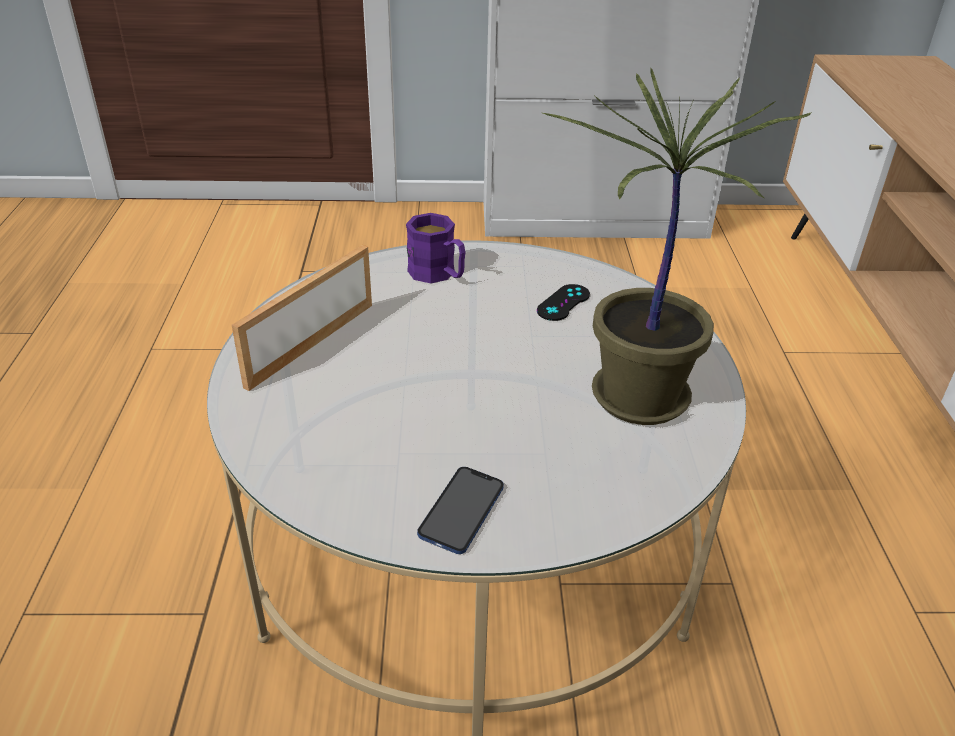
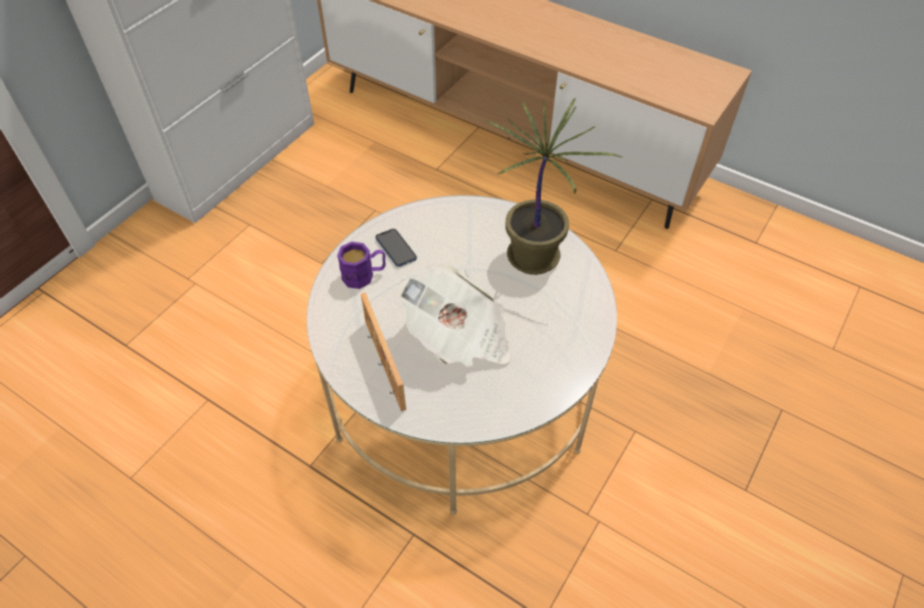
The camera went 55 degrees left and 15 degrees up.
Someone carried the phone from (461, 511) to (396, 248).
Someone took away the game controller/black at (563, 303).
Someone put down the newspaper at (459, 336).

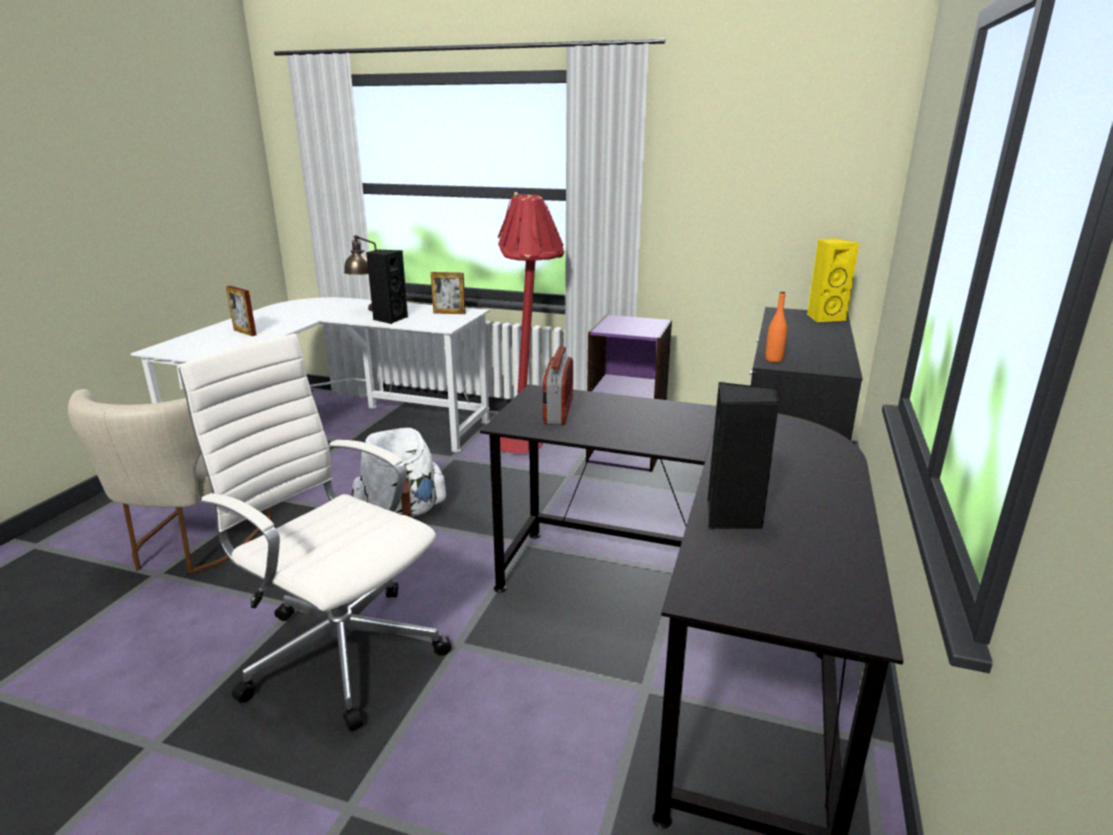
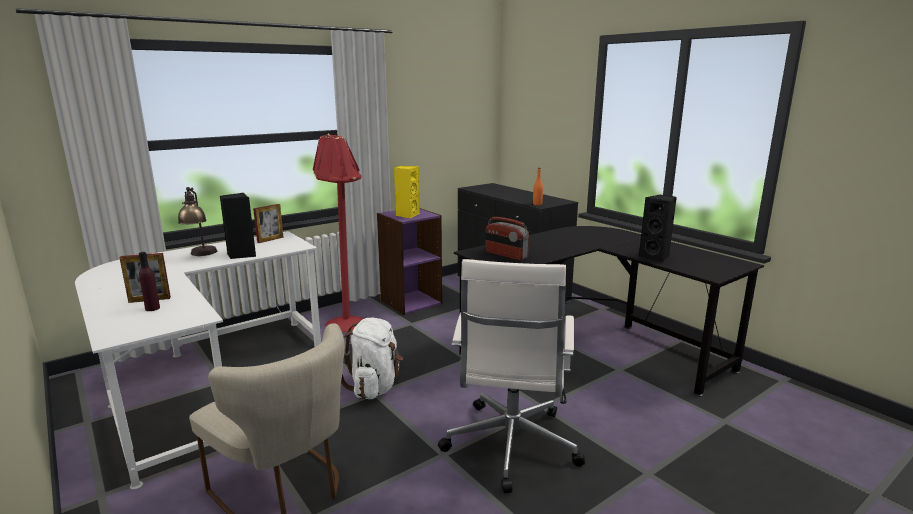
The camera went 55 degrees left and 5 degrees down.
Someone rotated the office chair/white at (340, 649) by 60 degrees counterclockwise.
Someone carried the speaker/yellow from (824, 318) to (407, 215).
Someone put down the bottle/purple at (152, 308).

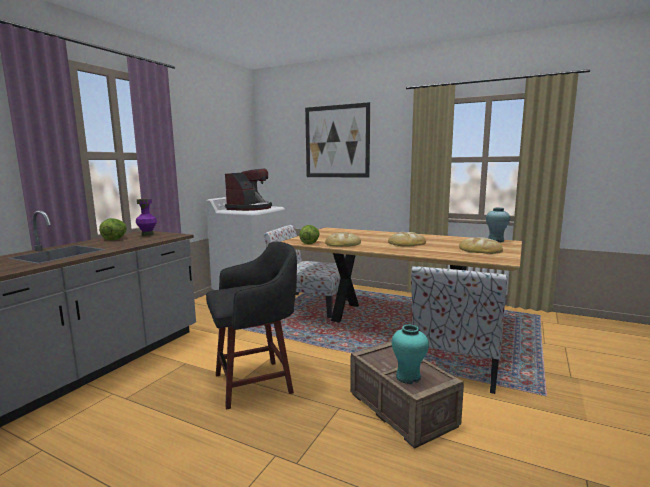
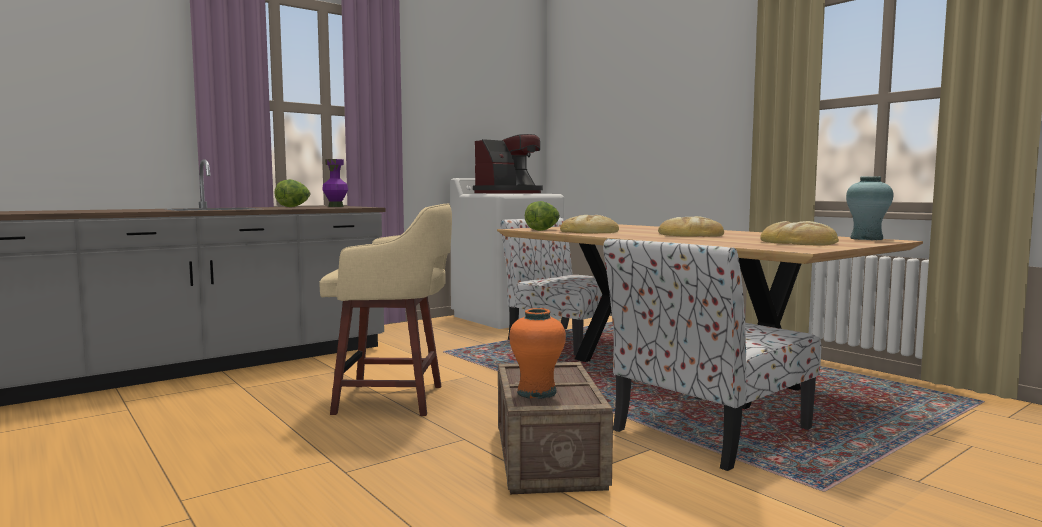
The camera went 25 degrees right and 5 degrees down.
Someone repainted the stool/black at (256, 382), which became the stool/beige at (394, 399).
Someone took away the picture at (336, 141).
Someone repainted the vase/turquoise at (408, 377), which became the vase/orange at (537, 392).

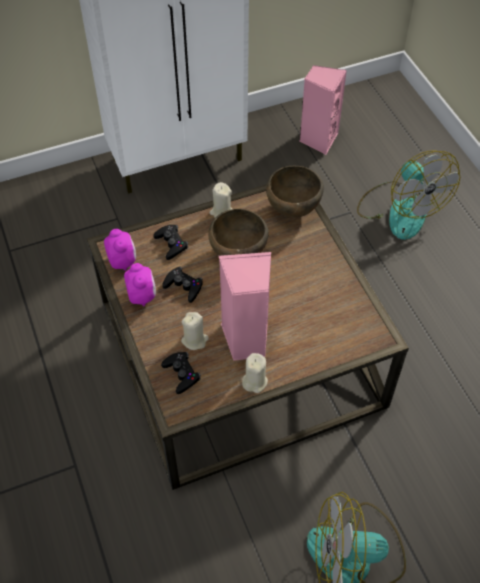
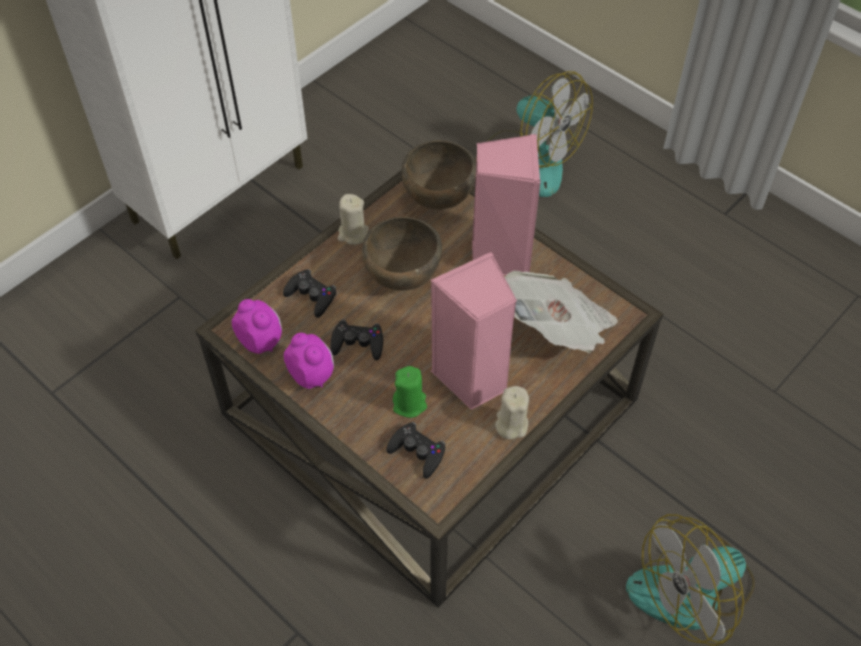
The camera went 25 degrees left and 0 degrees up.
Someone repainted the candle/beige at (195, 340), which became the candle/green at (409, 404).
Someone carried the speaker/pink from (318, 139) to (500, 255).
Someone put down the newspaper at (558, 328).

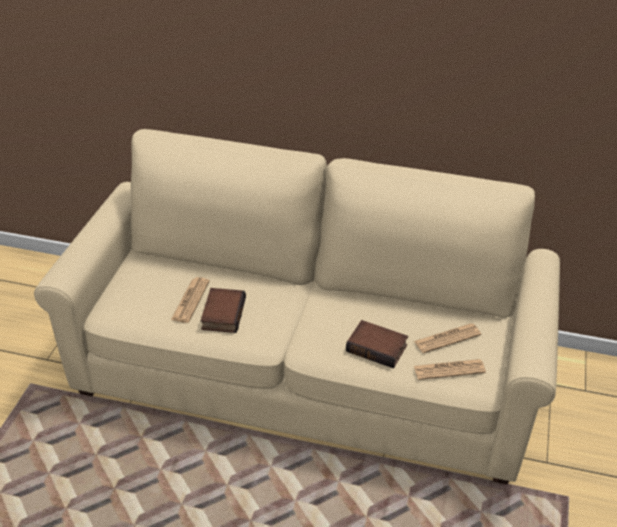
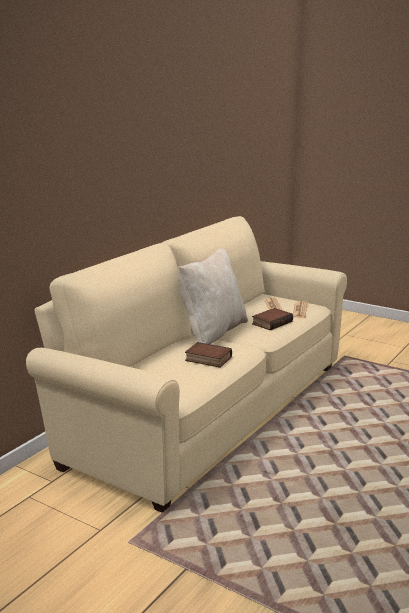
The camera went 70 degrees left and 20 degrees down.
Someone took away the newspaper at (190, 300).
Someone put down the pillow/beige at (212, 332).

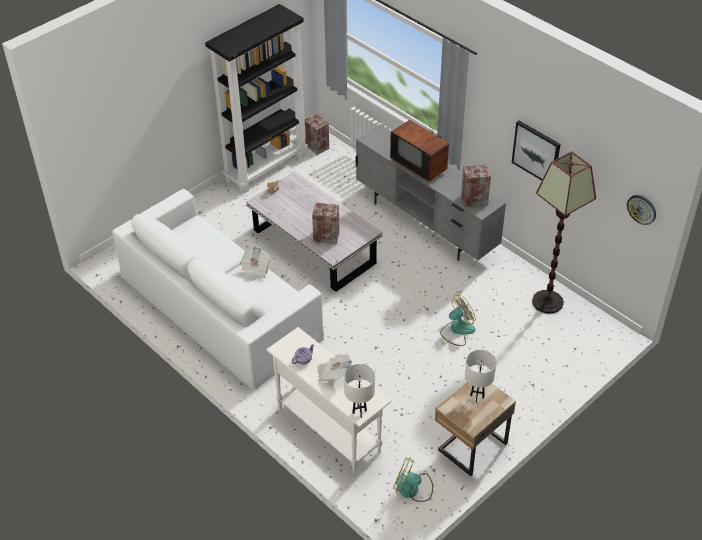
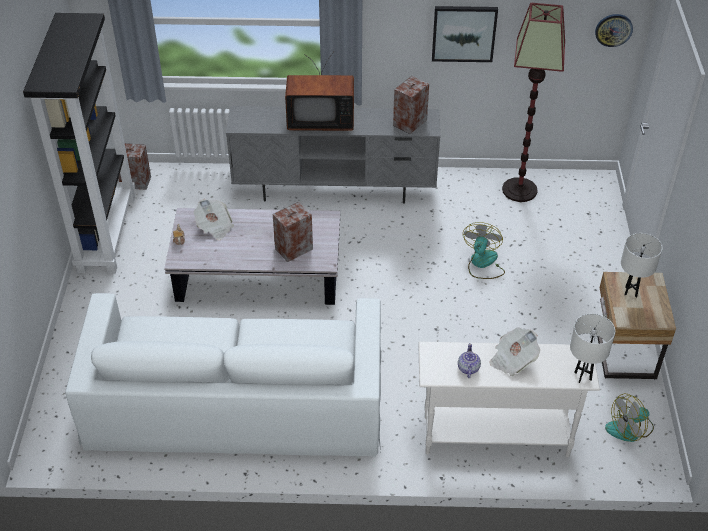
The camera went 45 degrees left and 0 degrees up.
Someone carried the newspaper from (255, 270) to (214, 227).

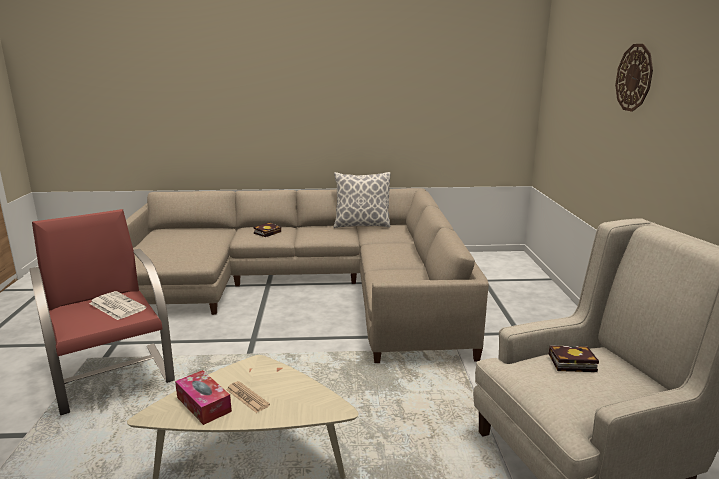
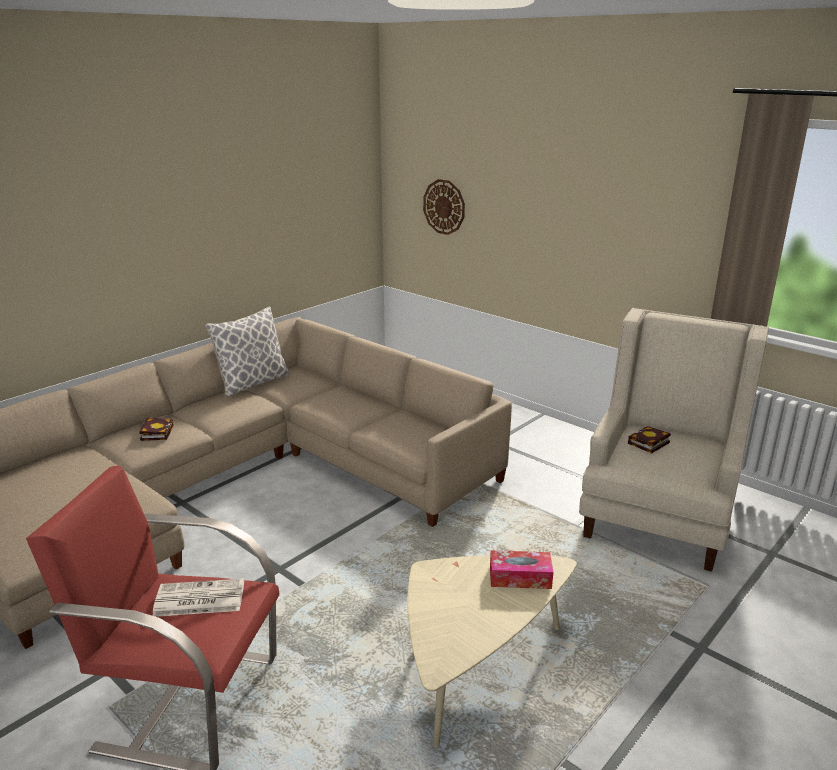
The camera went 45 degrees left and 5 degrees up.
Someone carried the tissue box from (203, 404) to (520, 577).
Someone took away the newspaper at (247, 397).
Someone carried the wall clock from (634, 77) to (444, 207).

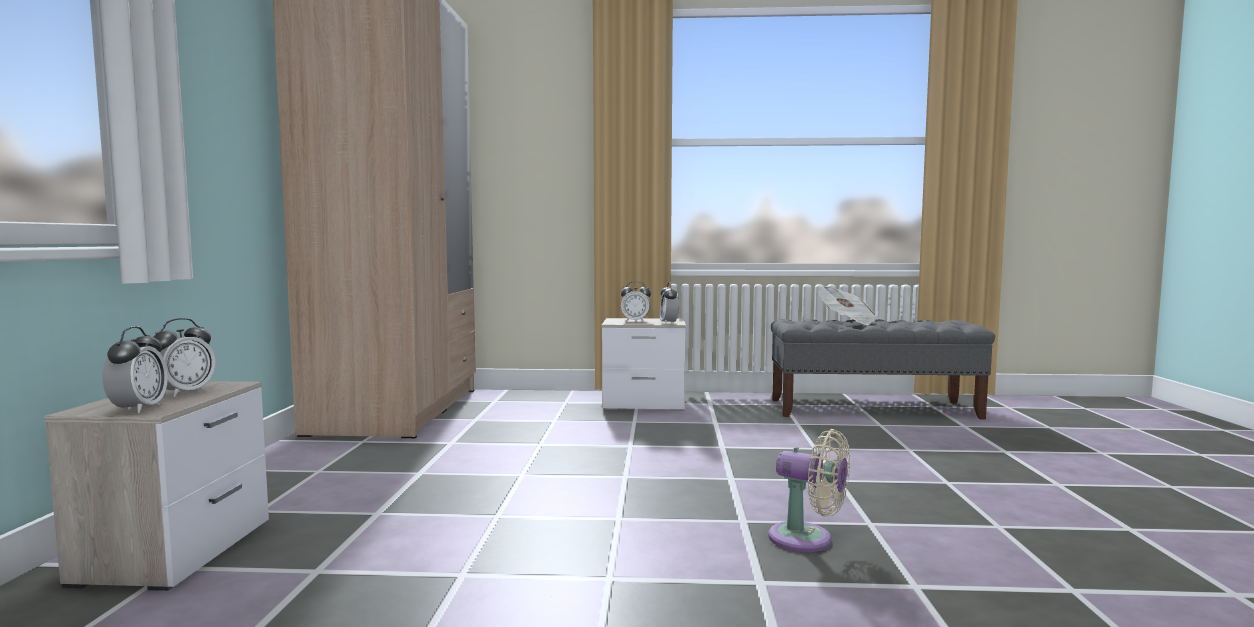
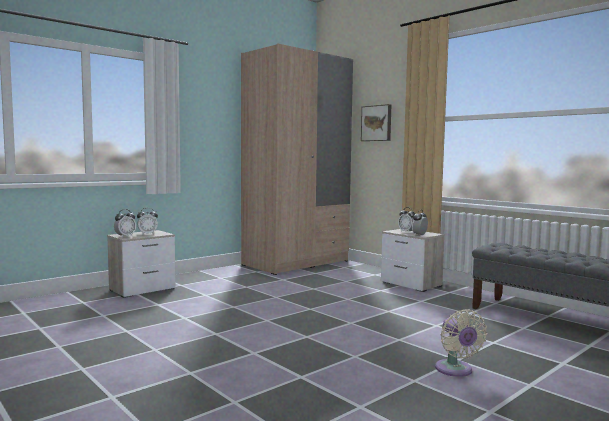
The camera went 45 degrees right and 0 degrees up.
Someone carried the fan/beige from (807, 540) to (455, 370).
Someone took away the newspaper at (848, 321).
Someone put up the picture at (377, 123).

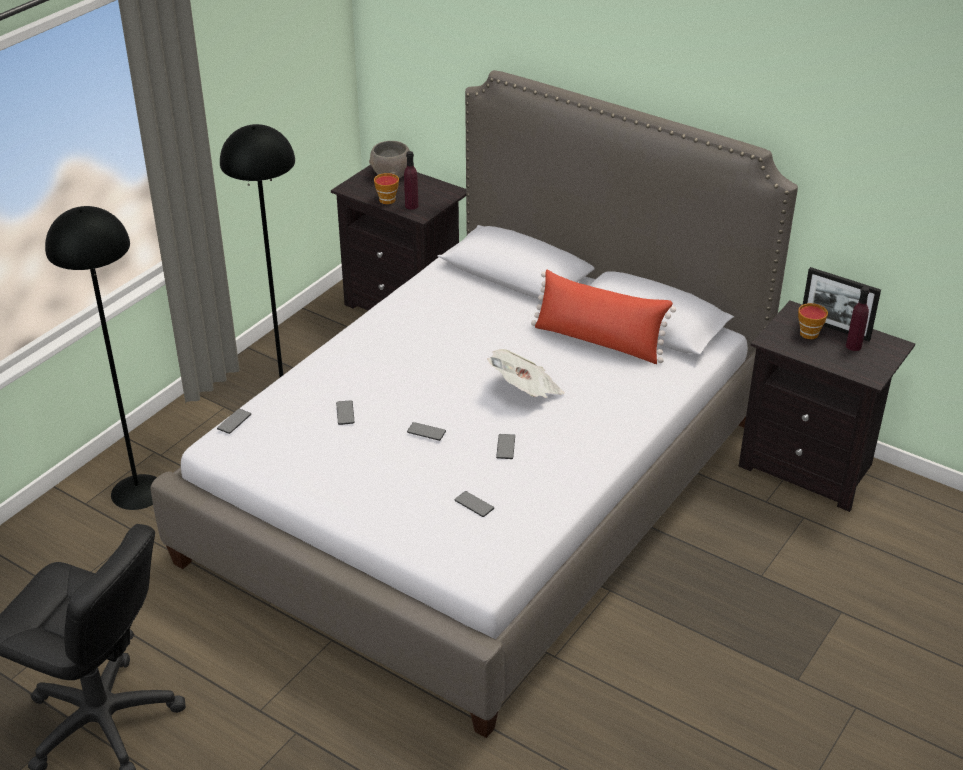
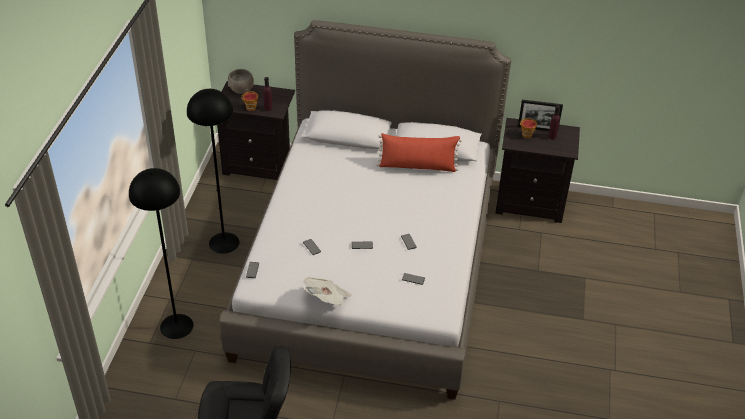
The camera went 25 degrees left and 5 degrees up.
Someone carried the newspaper from (526, 390) to (327, 299).

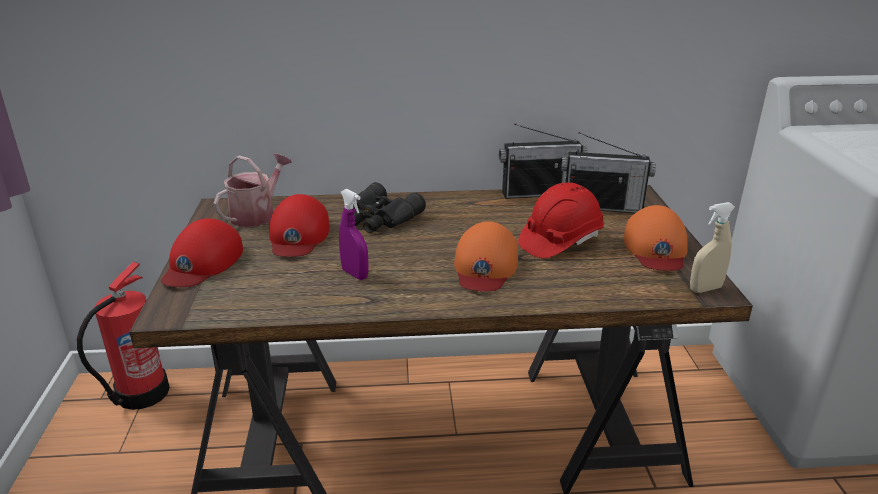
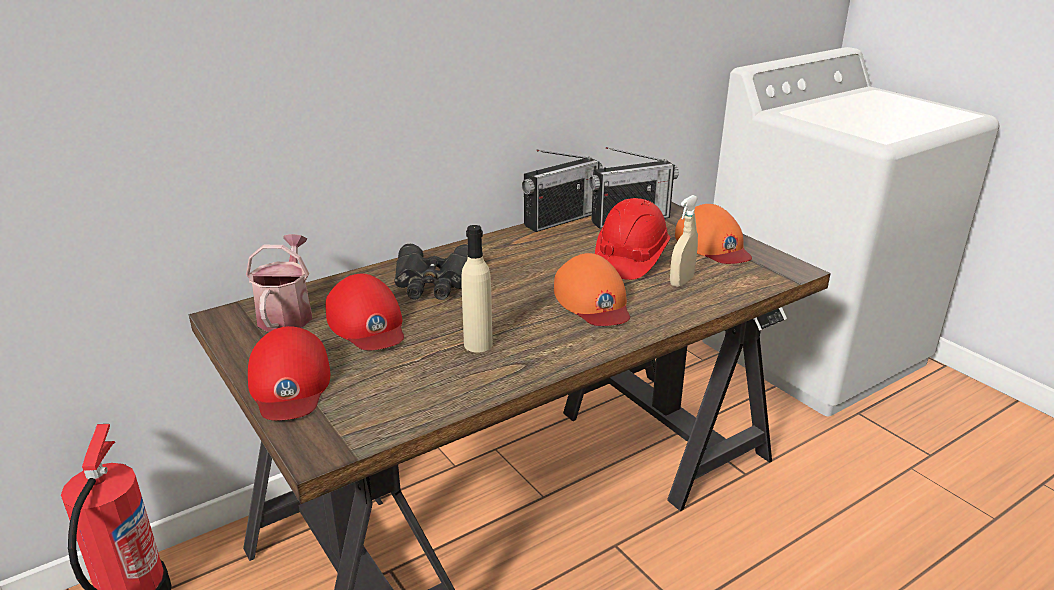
The camera went 30 degrees left and 0 degrees up.
Someone swapped the spray bottle/purple at (355, 274) for the bottle/beige at (478, 344).
Someone carried the spray bottle/beige from (705, 289) to (681, 282).

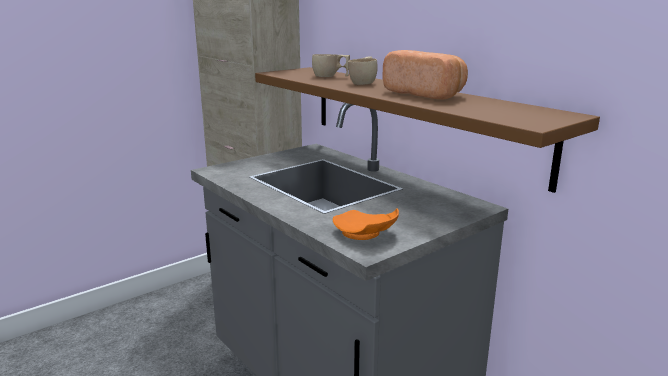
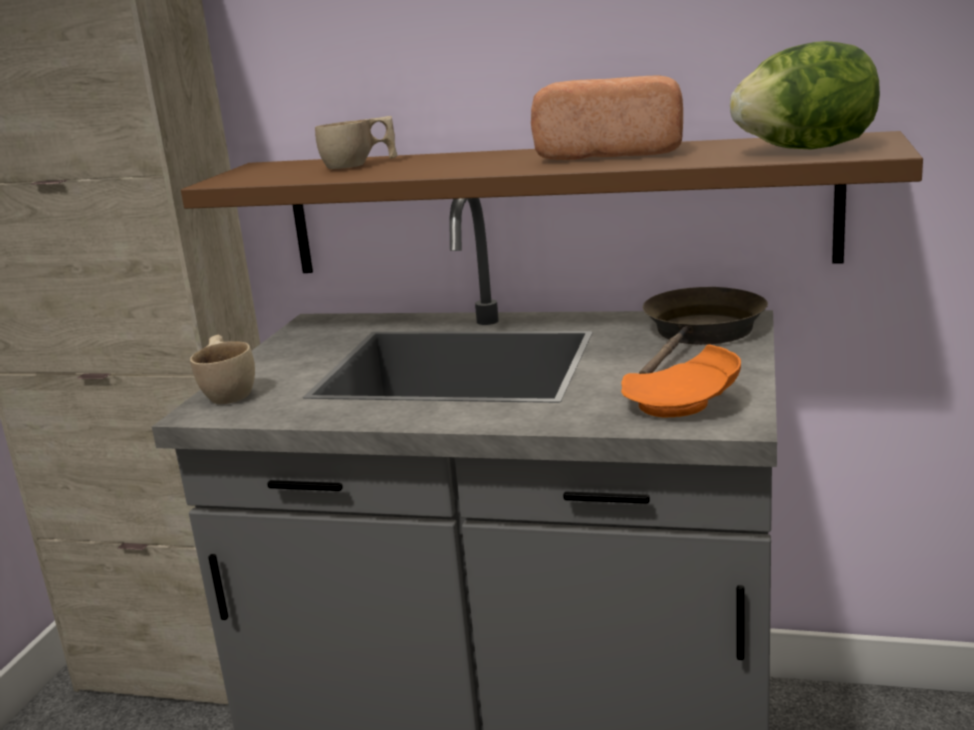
The camera went 35 degrees left and 0 degrees up.
Someone carried the cup/beige from (365, 82) to (229, 392).
Someone put down the frying pan/brown at (701, 334).
Someone put down the lettuce at (806, 149).

